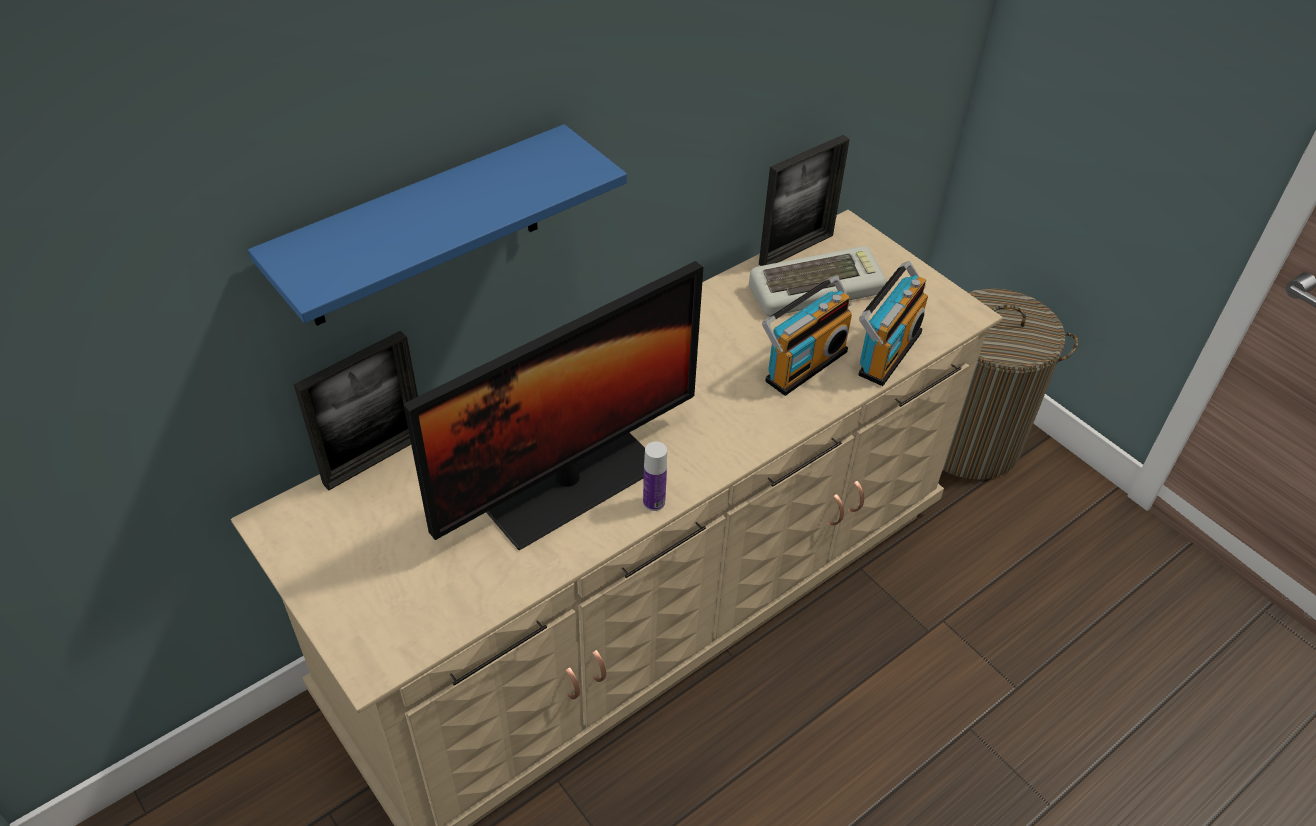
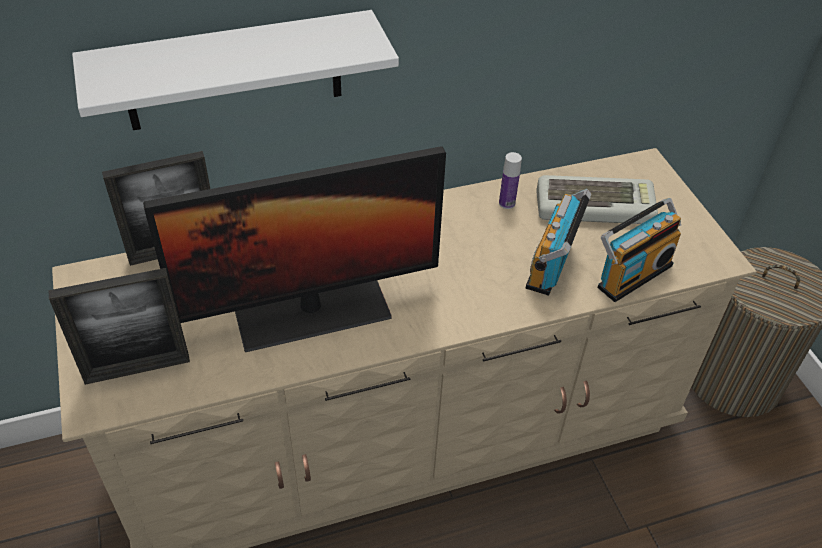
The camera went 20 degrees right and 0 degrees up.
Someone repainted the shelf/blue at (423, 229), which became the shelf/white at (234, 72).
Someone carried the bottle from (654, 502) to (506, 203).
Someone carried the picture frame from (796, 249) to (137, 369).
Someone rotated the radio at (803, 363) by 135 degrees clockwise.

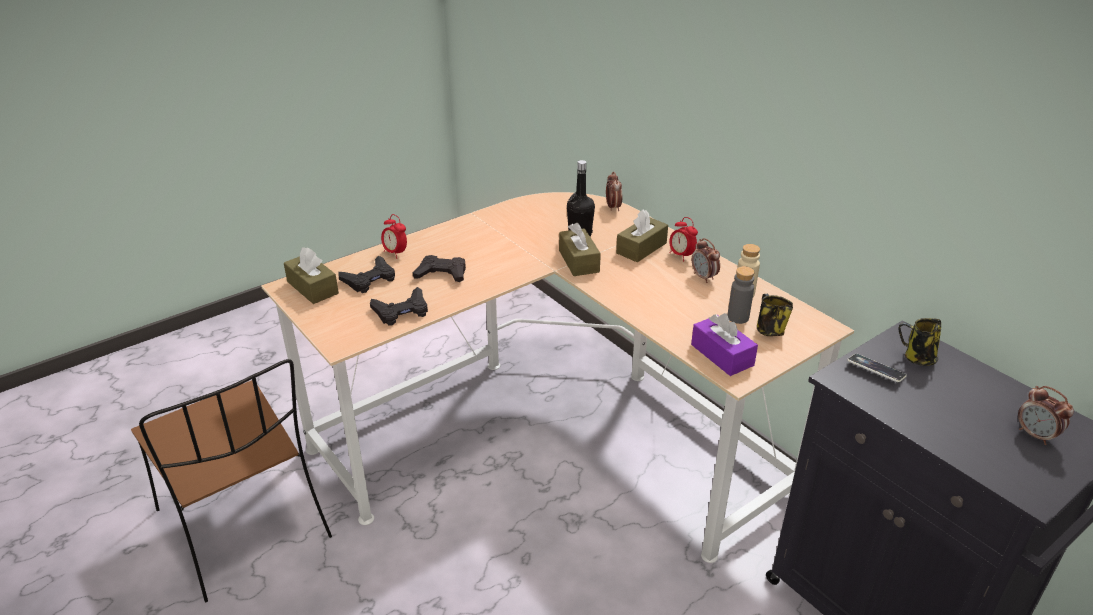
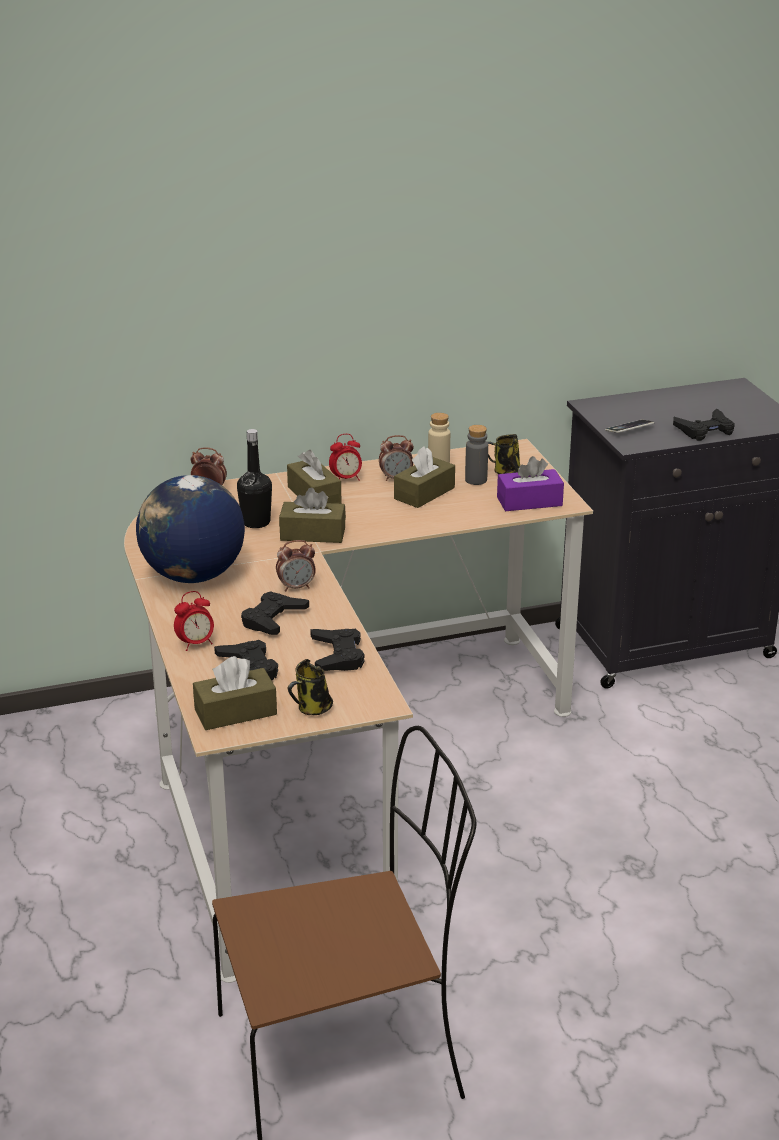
The camera went 70 degrees left and 5 degrees down.
Someone carried the mug from (917, 358) to (312, 709).
Someone carried the alarm clock from (1035, 435) to (296, 587).
Someone put down the globe at (193, 576).
Someone put down the tissue box/brown at (424, 493).
Someone put down the game controller/black at (705, 430).

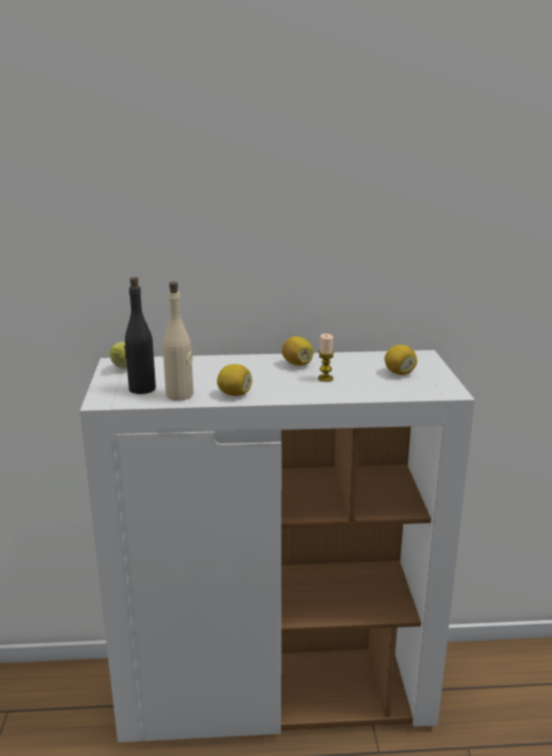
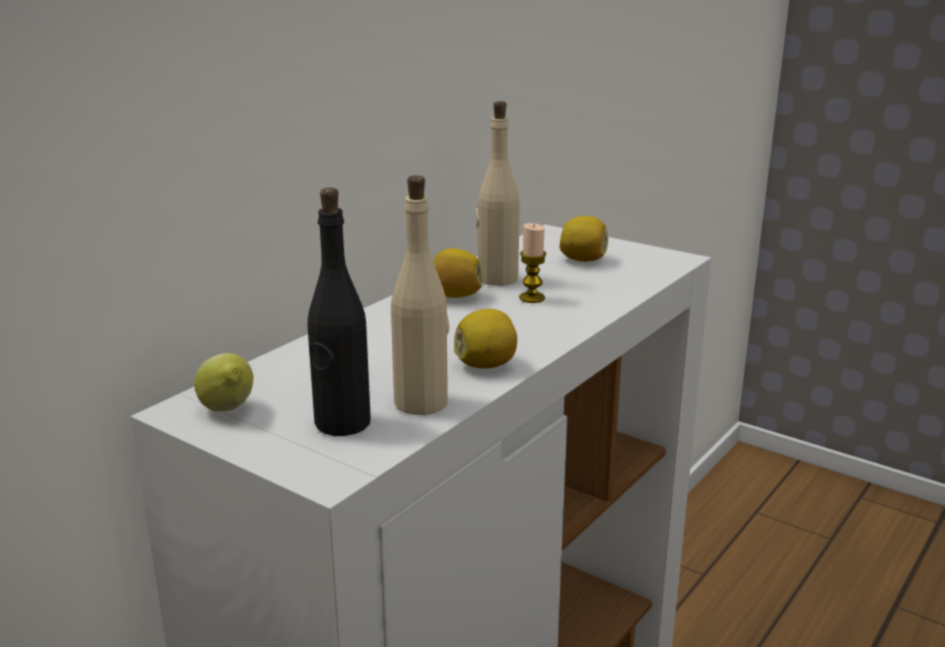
The camera went 50 degrees left and 0 degrees up.
Someone put down the bottle/beige at (497, 278).

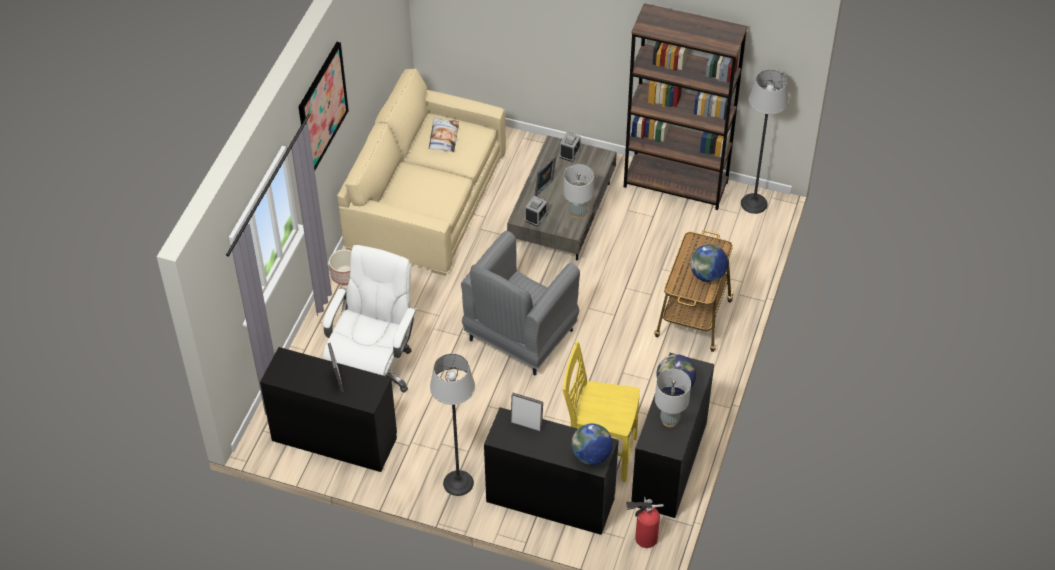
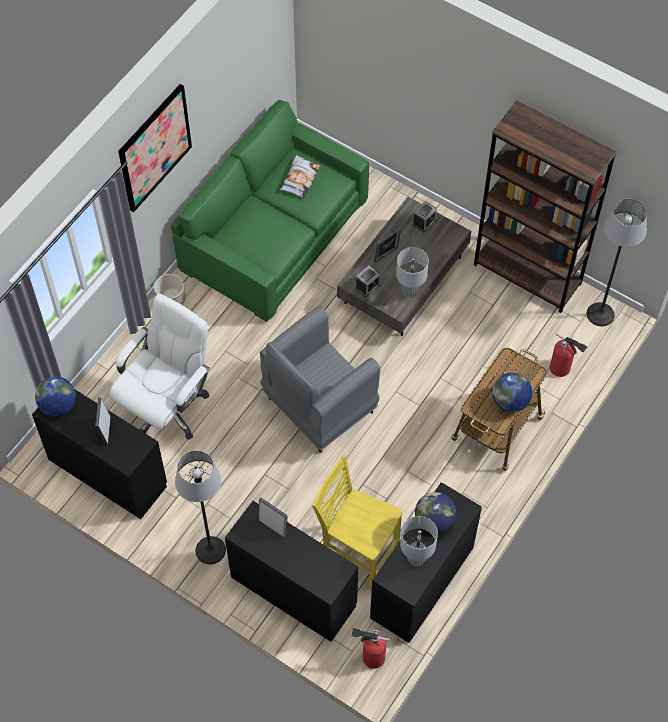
The camera went 15 degrees right and 10 degrees up.
Someone repainted the sofa/beige at (426, 200), which became the sofa/green at (273, 234).
Someone carried the globe from (591, 455) to (58, 405).
Someone put down the fire extinguisher at (561, 369).

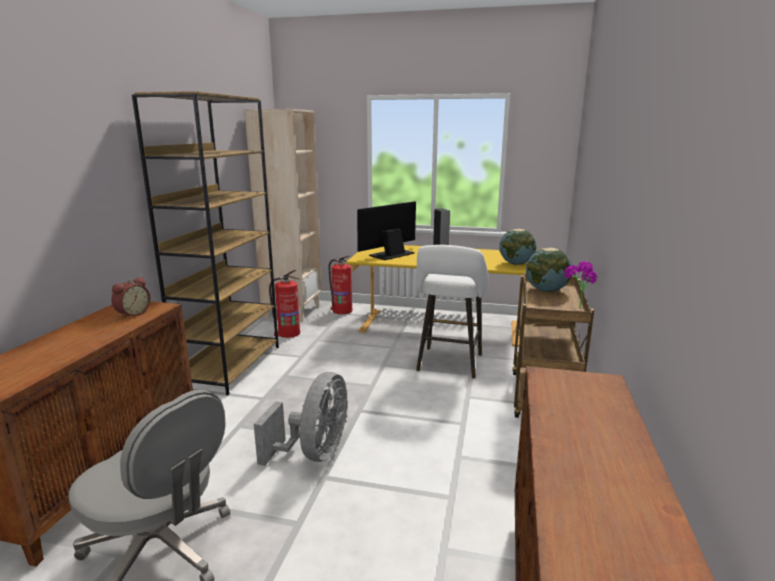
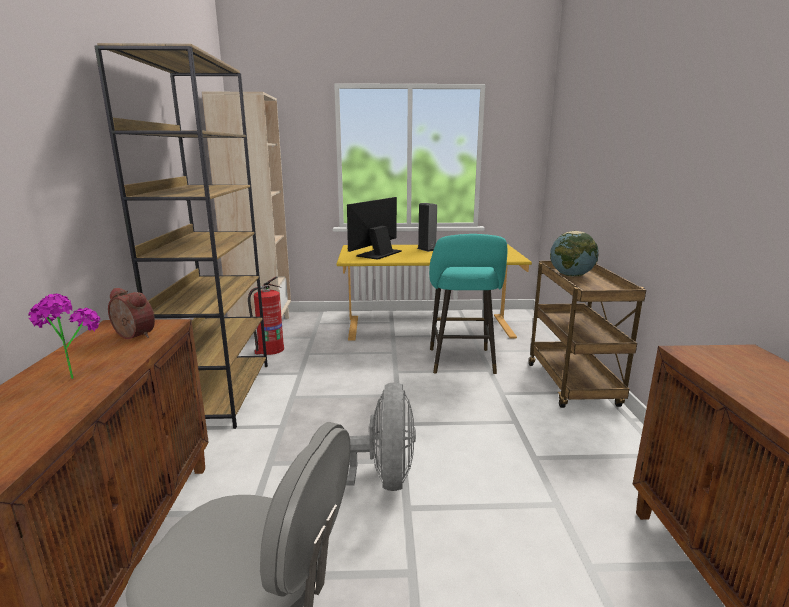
The camera went 15 degrees left and 0 degrees up.
Someone rotated the alarm clock at (132, 313) by 75 degrees counterclockwise.
Someone took away the fire extinguisher at (342, 310).
Someone repainted the stool/white at (448, 364), which became the stool/turquoise at (462, 363).
Someone took away the globe at (516, 264).
Someone carried the potted plant from (576, 306) to (74, 373).

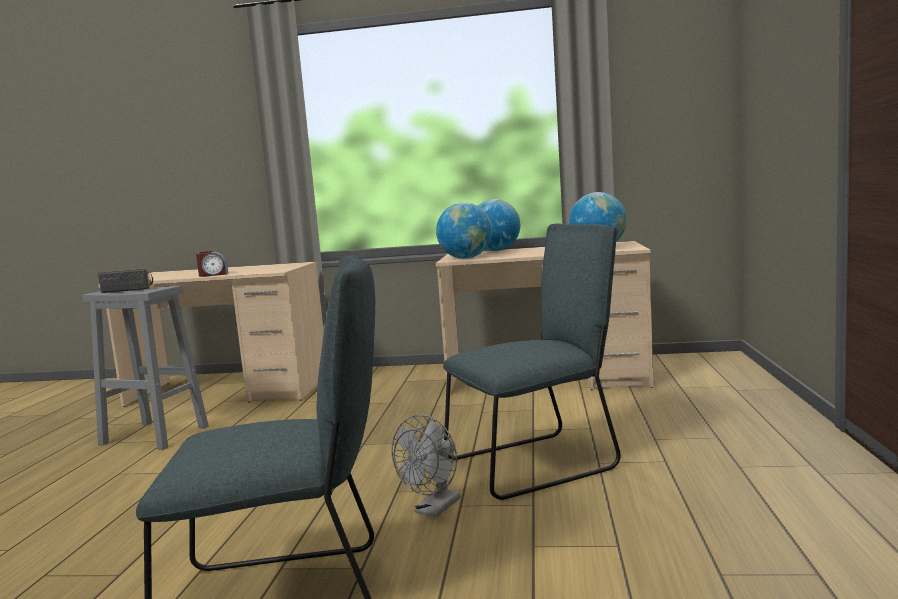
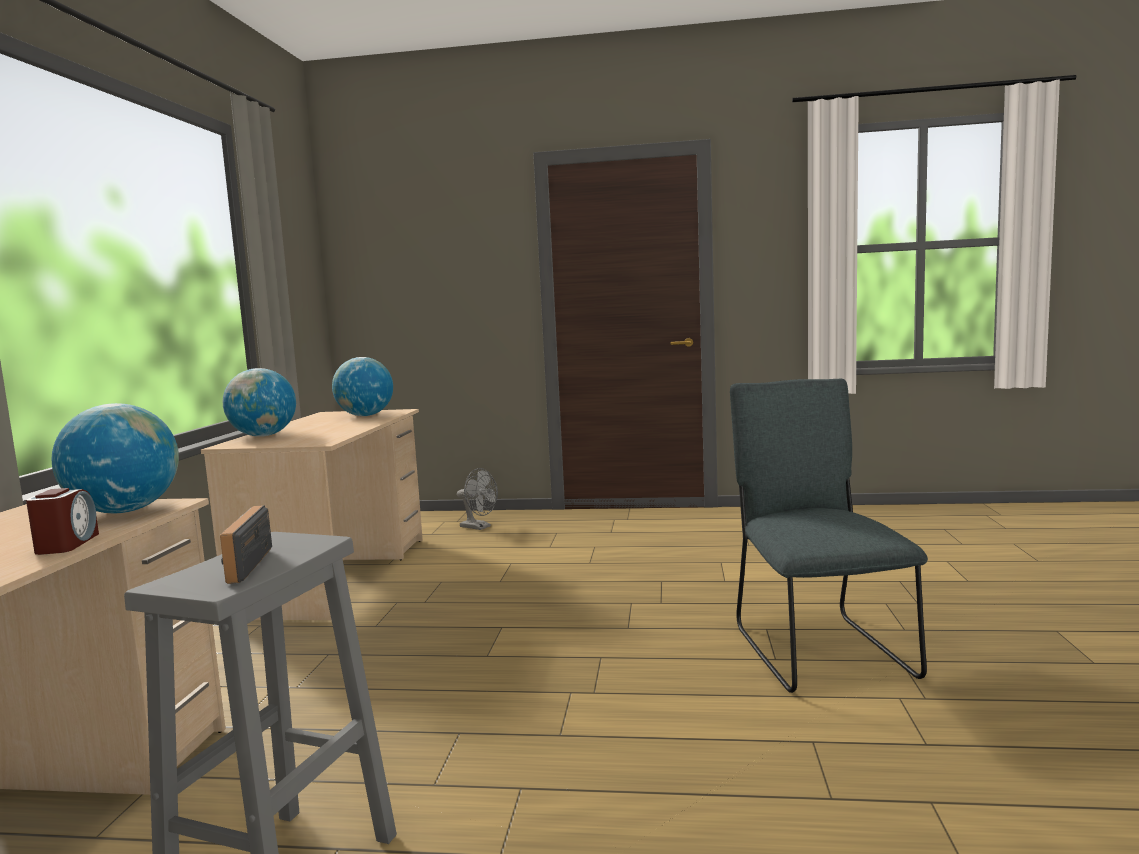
The camera went 90 degrees left and 0 degrees up.
Someone carried the fan/grey from (434, 509) to (479, 527).
Someone carried the globe from (466, 258) to (124, 511).
Someone took away the chair/grey at (538, 463).

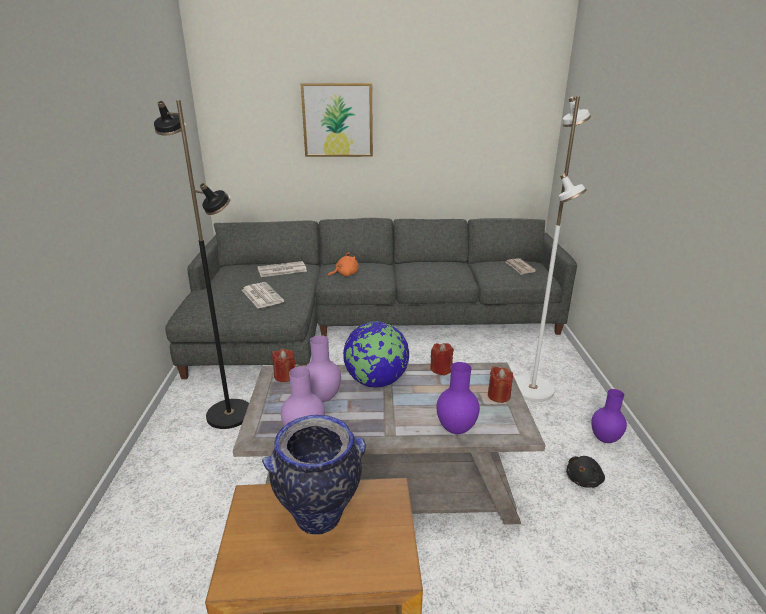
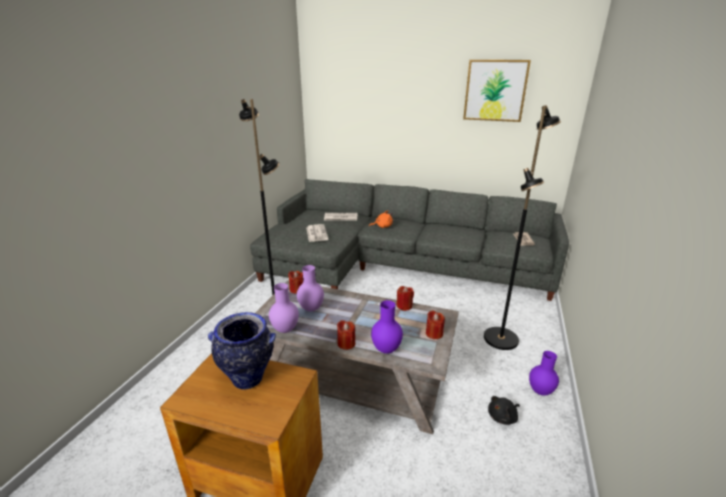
The camera went 20 degrees right and 0 degrees up.
Someone carried the picture from (337, 120) to (495, 90).
Someone took away the globe at (376, 382).
Someone repainted the floor lamp/white at (533, 389), which became the floor lamp/black at (501, 339).
Someone put down the candle/red at (346, 343).

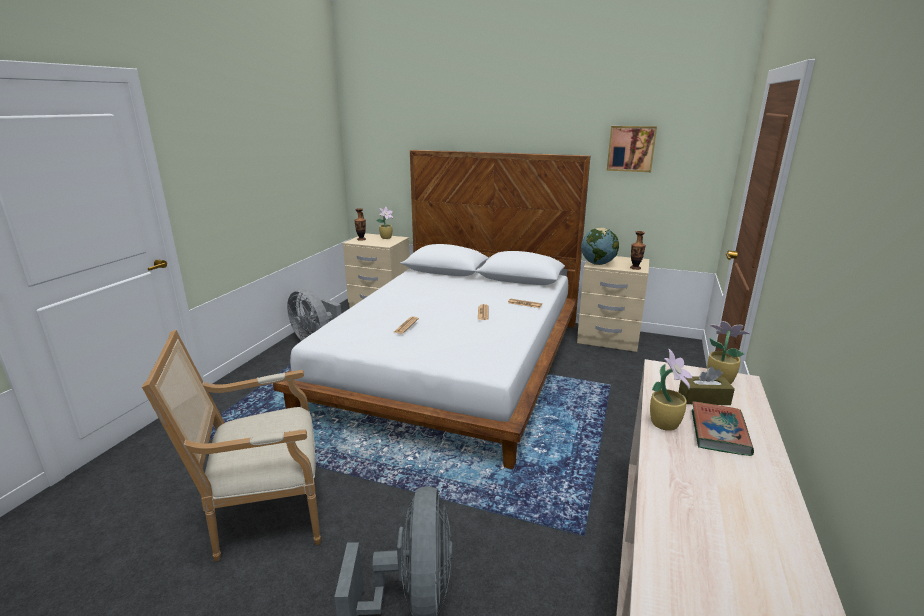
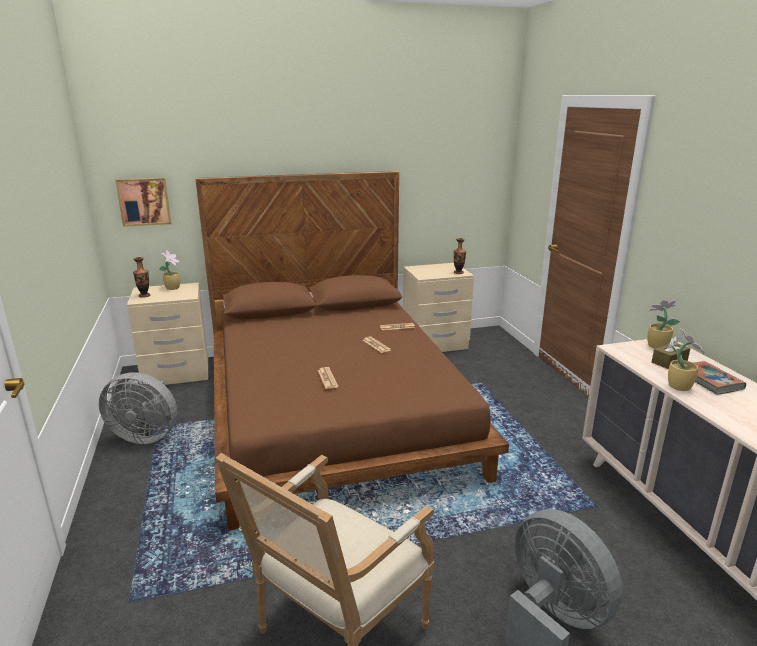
The camera went 35 degrees left and 0 degrees up.
Someone repainted the bed/white at (454, 364), which became the bed/brown at (334, 409).
Someone took away the globe at (598, 263).
Someone carried the picture from (631, 148) to (144, 201).

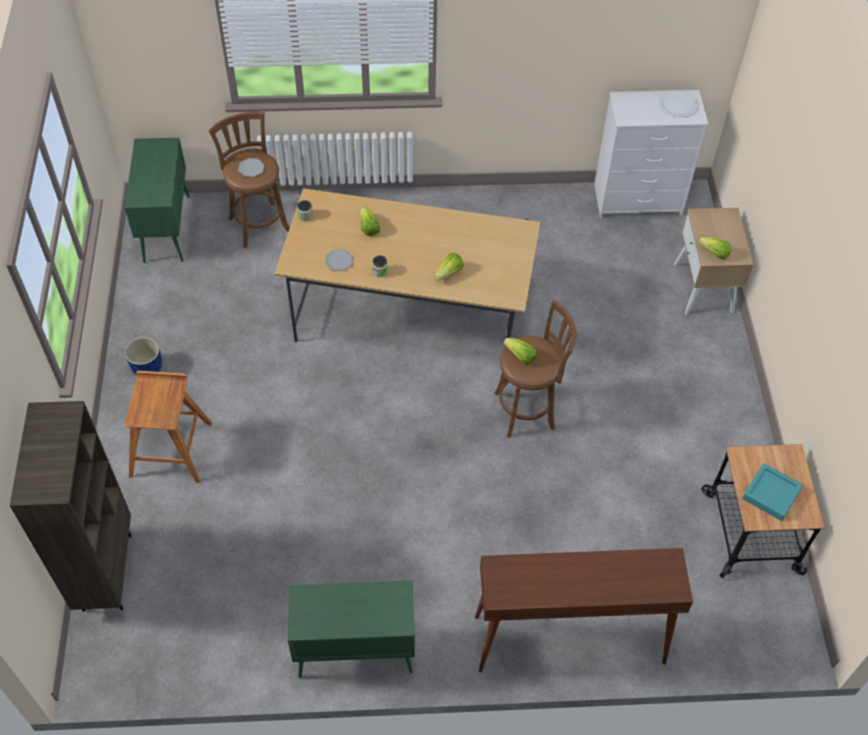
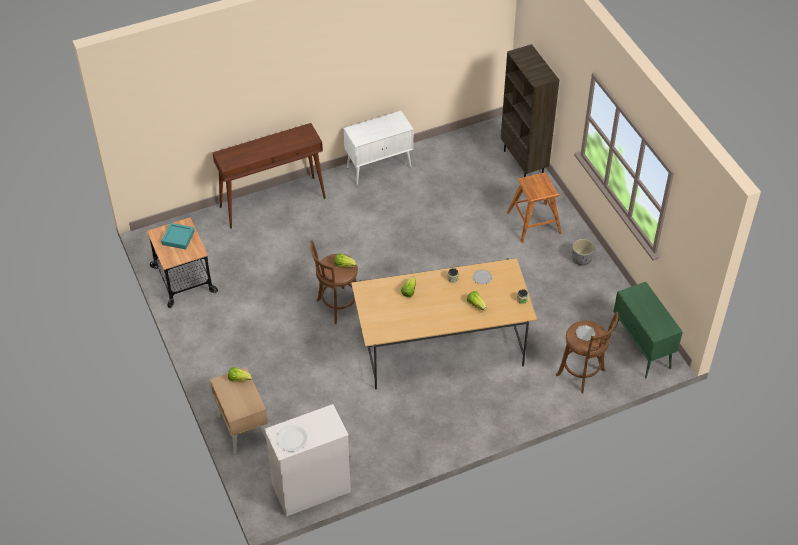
The camera went 160 degrees right and 5 degrees down.
Someone repainted the planter/blue at (147, 367), which became the planter/grey at (581, 259).
Someone repainted the cabinet/green at (354, 652), which became the cabinet/white at (379, 167).

